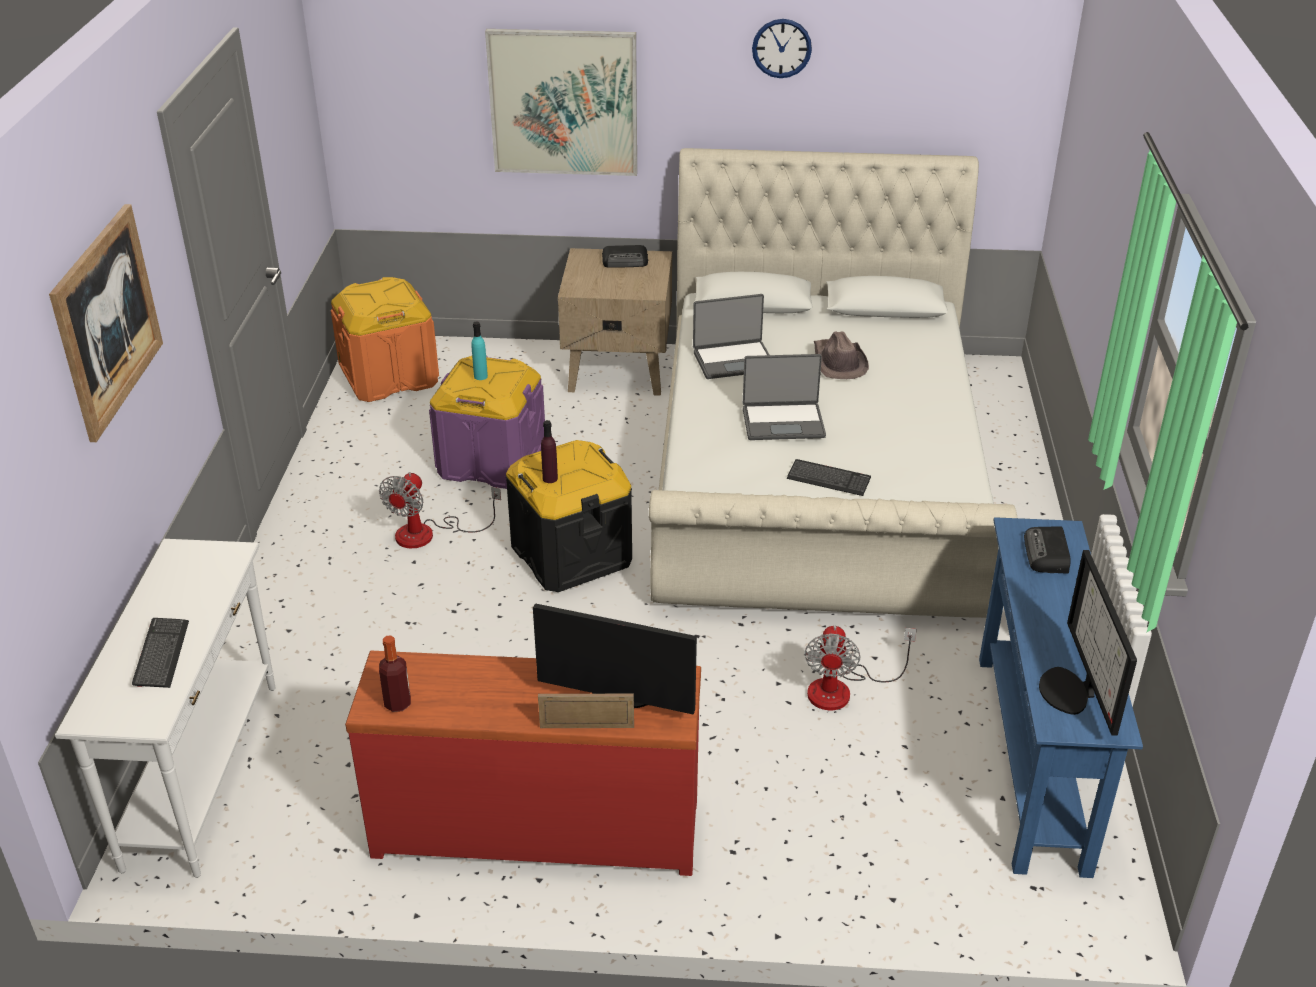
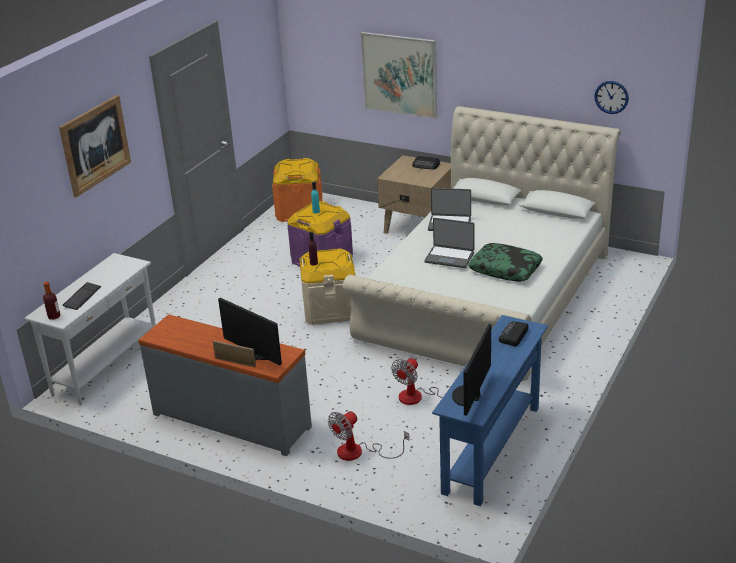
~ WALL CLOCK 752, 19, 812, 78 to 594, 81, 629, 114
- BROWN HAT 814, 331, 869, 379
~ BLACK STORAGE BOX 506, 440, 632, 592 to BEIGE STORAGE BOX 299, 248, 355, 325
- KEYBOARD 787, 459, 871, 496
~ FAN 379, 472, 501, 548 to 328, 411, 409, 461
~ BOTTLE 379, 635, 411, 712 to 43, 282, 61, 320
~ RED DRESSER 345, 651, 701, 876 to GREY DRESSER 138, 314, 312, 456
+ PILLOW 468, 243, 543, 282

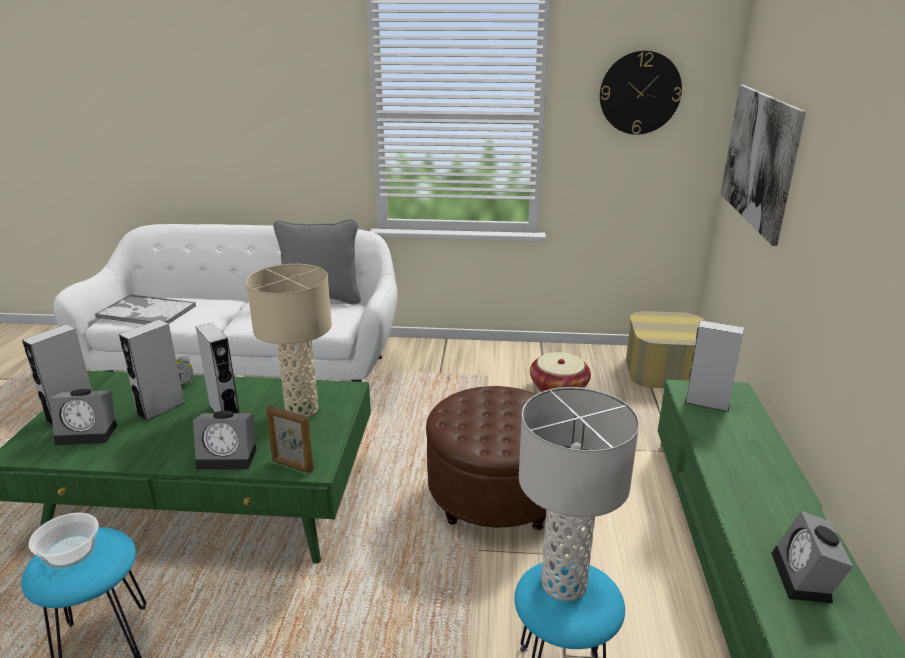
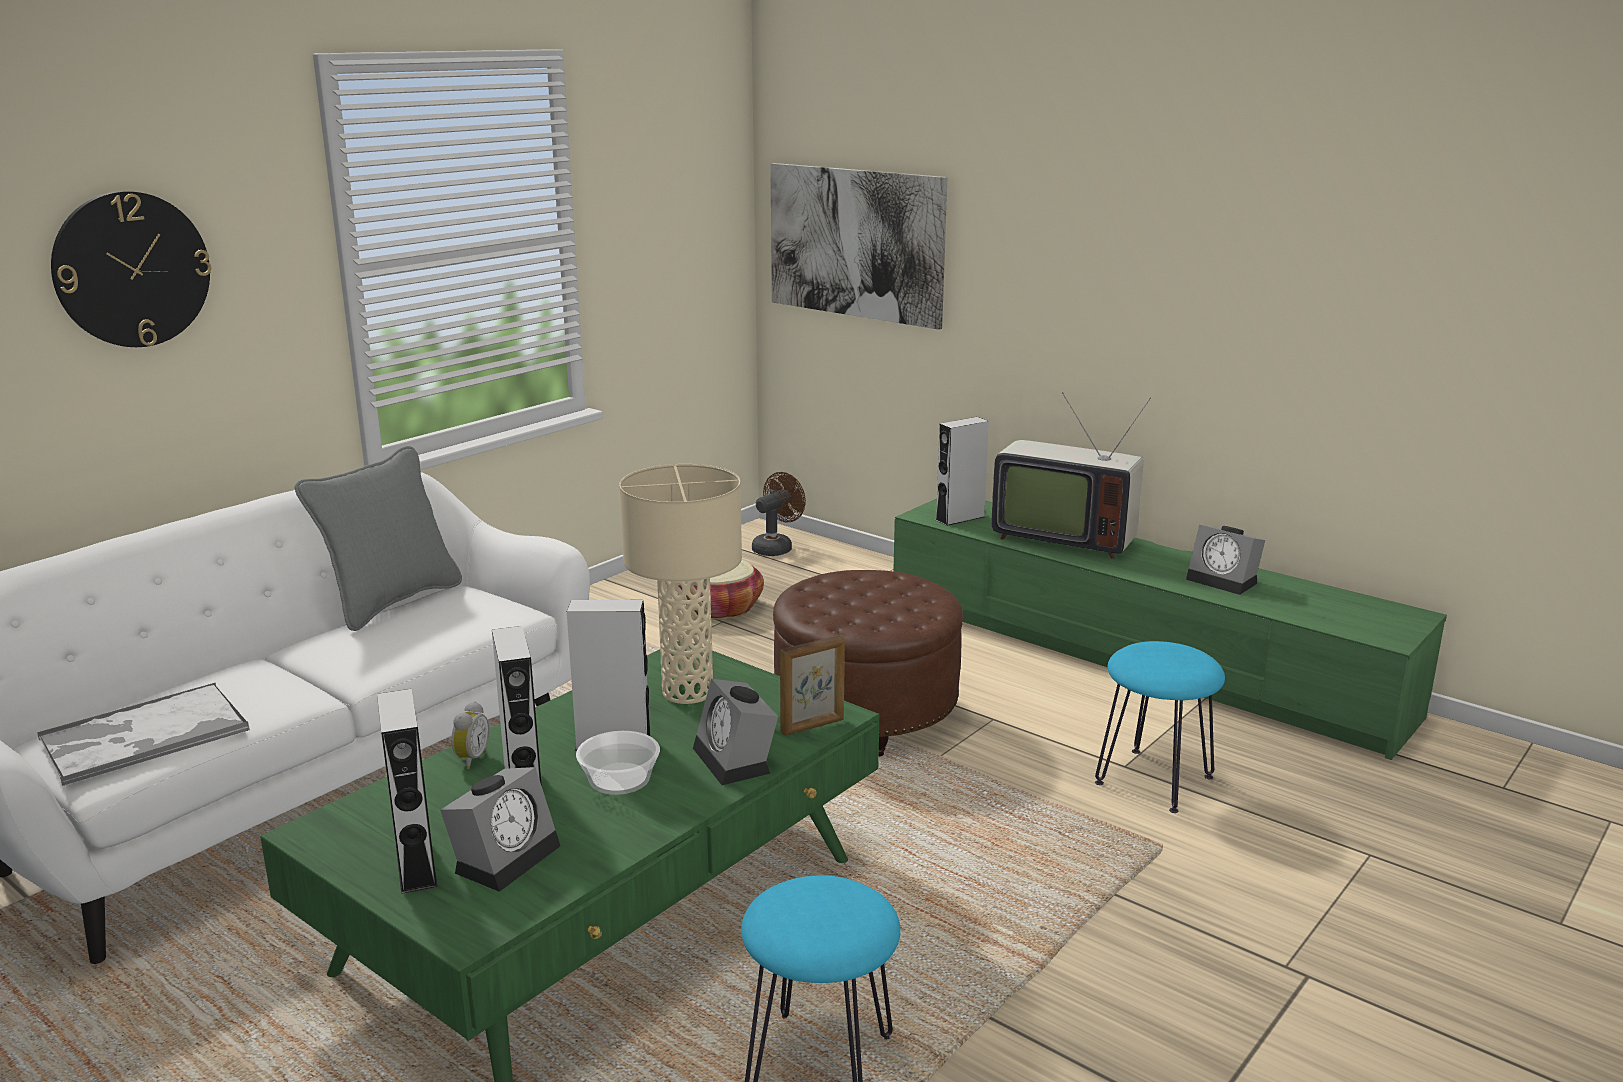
~ WALL CLOCK 600, 50, 682, 135 to 51, 191, 211, 347
~ OTTOMAN 626, 311, 705, 389 to BROWN FAN 752, 472, 806, 556
- WHITE TABLE LAMP 519, 387, 639, 601
~ ALARM CLOCK 193, 411, 257, 470 = 693, 679, 778, 785 120 degrees clockwise
~ BOWL 28, 513, 99, 569 to 576, 731, 660, 795
+ TELEVISION 992, 392, 1151, 559

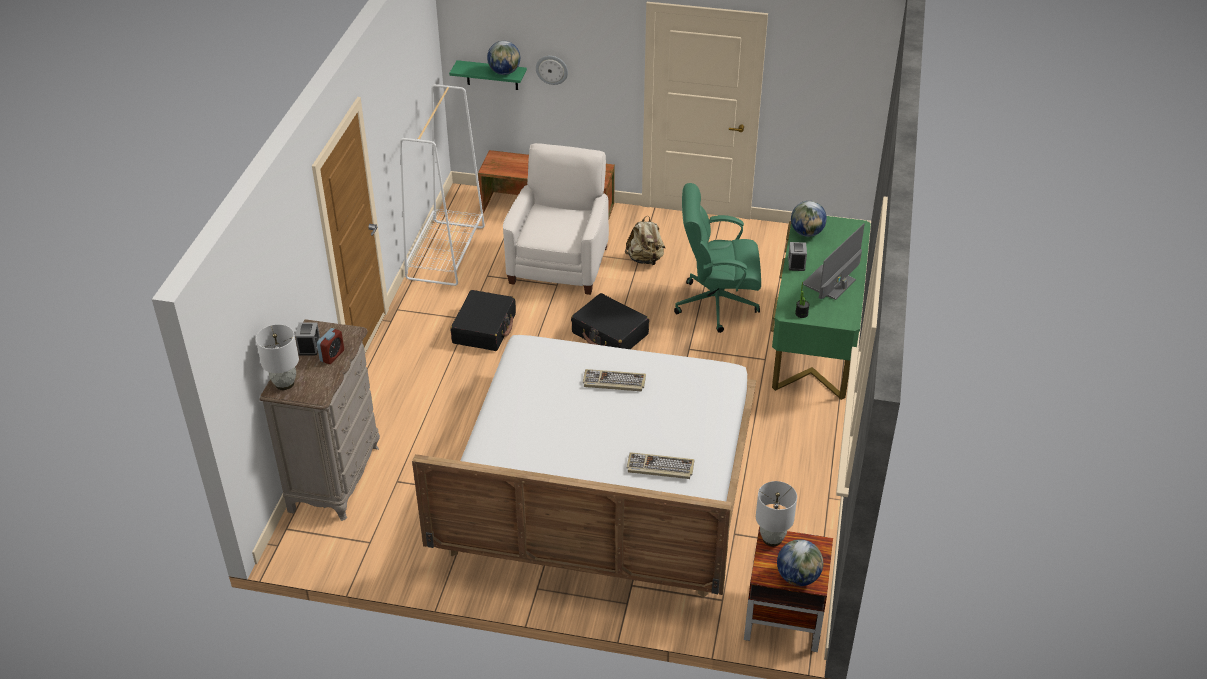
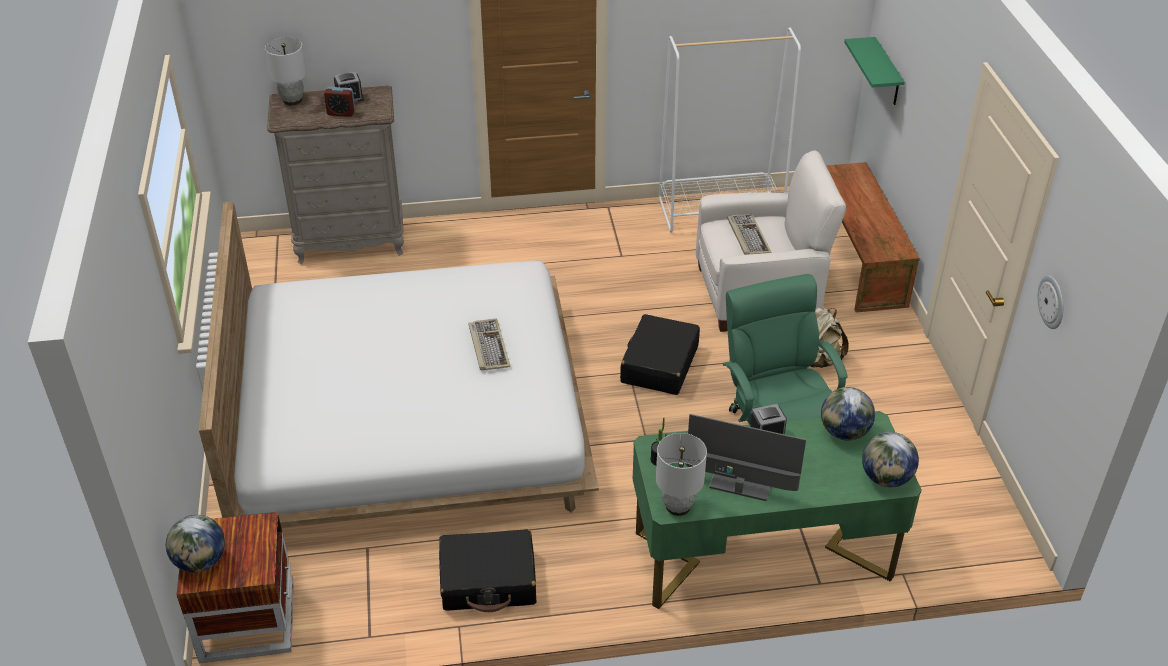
~ GLOBE 487, 41, 520, 75 to 862, 432, 919, 488
~ WALL CLOCK 536, 56, 568, 85 to 1038, 275, 1063, 329
~ BLACK SUITCASE 450, 290, 516, 351 to 439, 529, 536, 612
~ KEYBOARD 627, 452, 694, 479 to 727, 213, 772, 255
~ WHITE TABLE LAMP 756, 481, 797, 546 to 656, 433, 707, 516

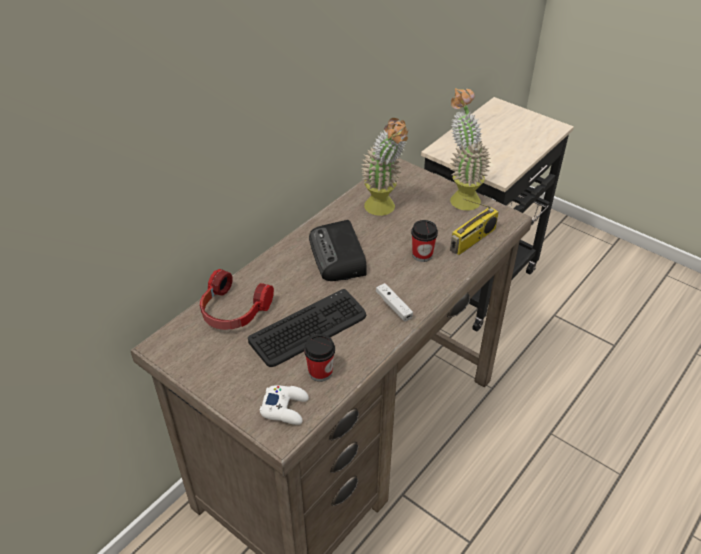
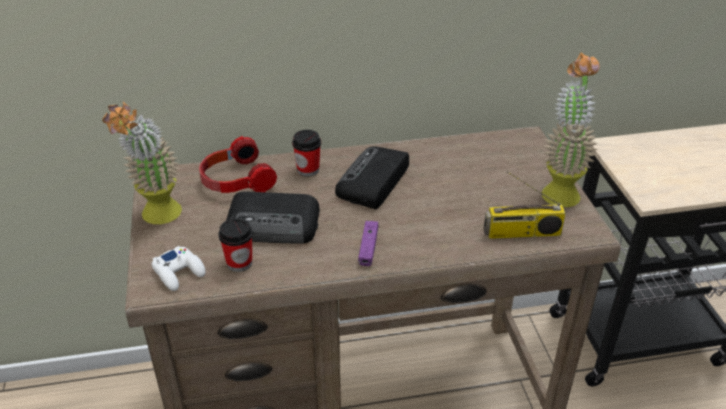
~ POTTED PLANT 361, 118, 409, 216 to 102, 102, 182, 224
~ CUP 411, 220, 438, 262 to 292, 130, 321, 176
~ WHITE GAME CONTROLLER 376, 283, 413, 322 to PURPLE GAME CONTROLLER 358, 221, 378, 266
~ KEYBOARD 248, 289, 366, 367 to RADIO 226, 191, 320, 244

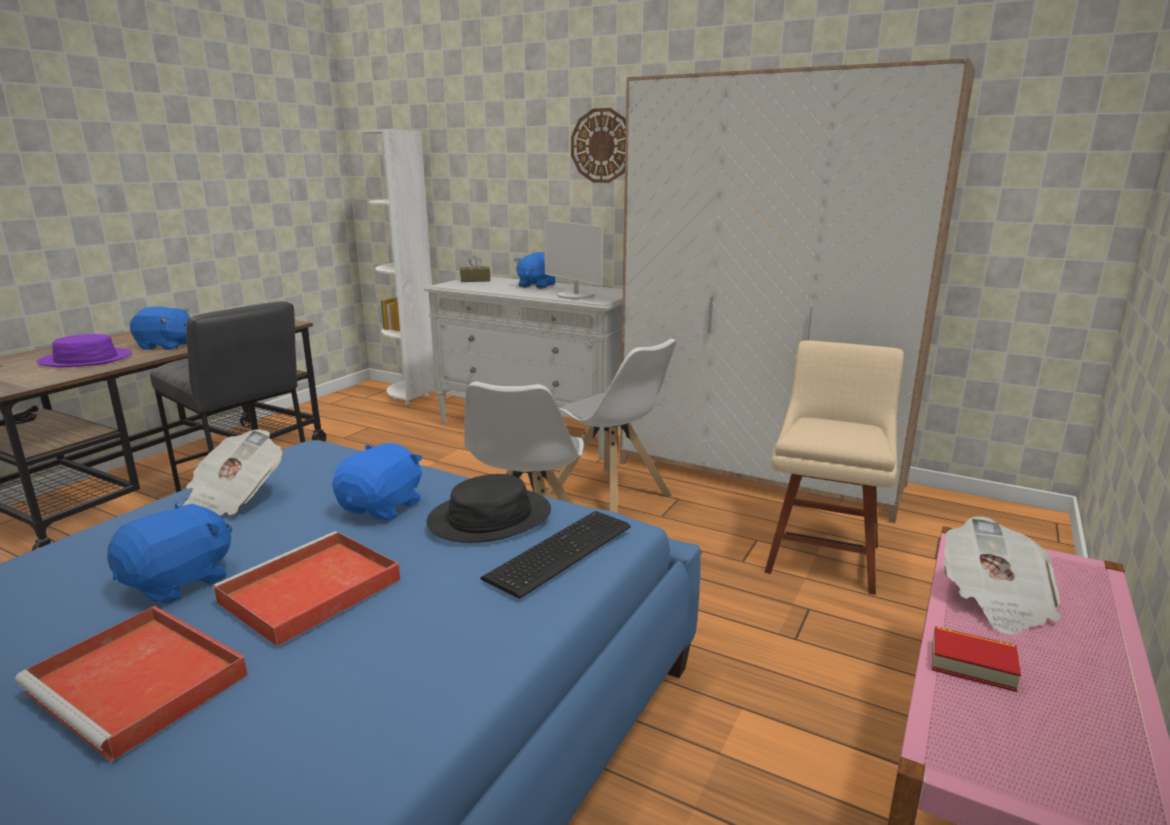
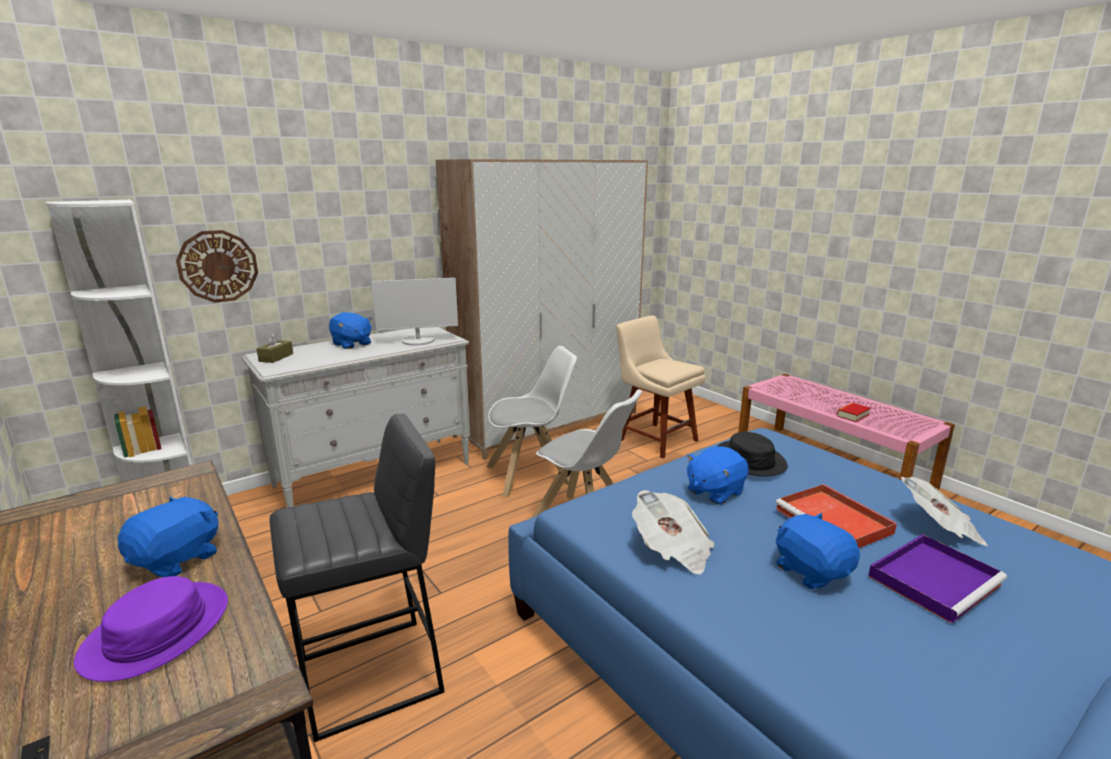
~ WALL CLOCK 571, 108, 626, 183 to 176, 230, 258, 303
~ BLUE PLUSH TOY 332, 443, 423, 521 = 686, 446, 749, 505 90 degrees counterclockwise
- KEYBOARD 480, 511, 631, 599
~ NEWSPAPER 943, 516, 1061, 635 to 901, 477, 988, 546
~ RED TRAY 15, 606, 248, 762 to PURPLE TRAY 868, 534, 1007, 623

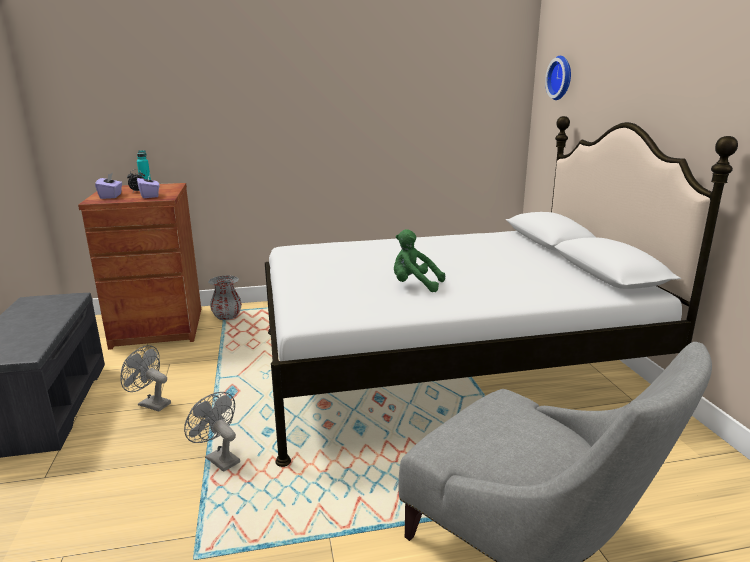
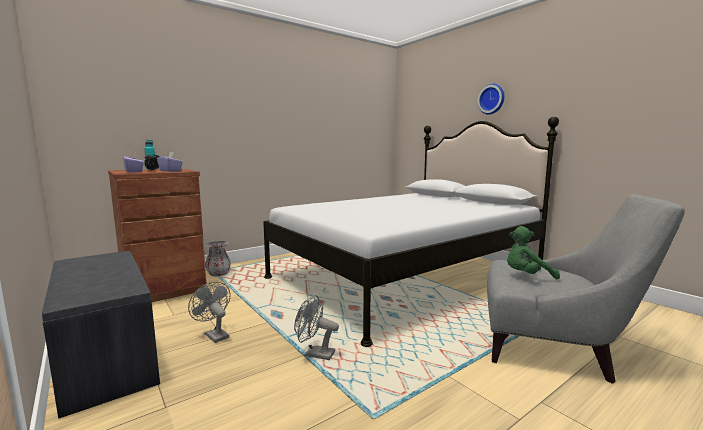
~ WALL CLOCK 545, 56, 571, 100 to 477, 84, 505, 115
~ GREEN PLUSH TOY 394, 229, 445, 292 to 507, 226, 560, 280
~ GREY FAN 120, 345, 171, 412 = 188, 282, 230, 343 45 degrees clockwise

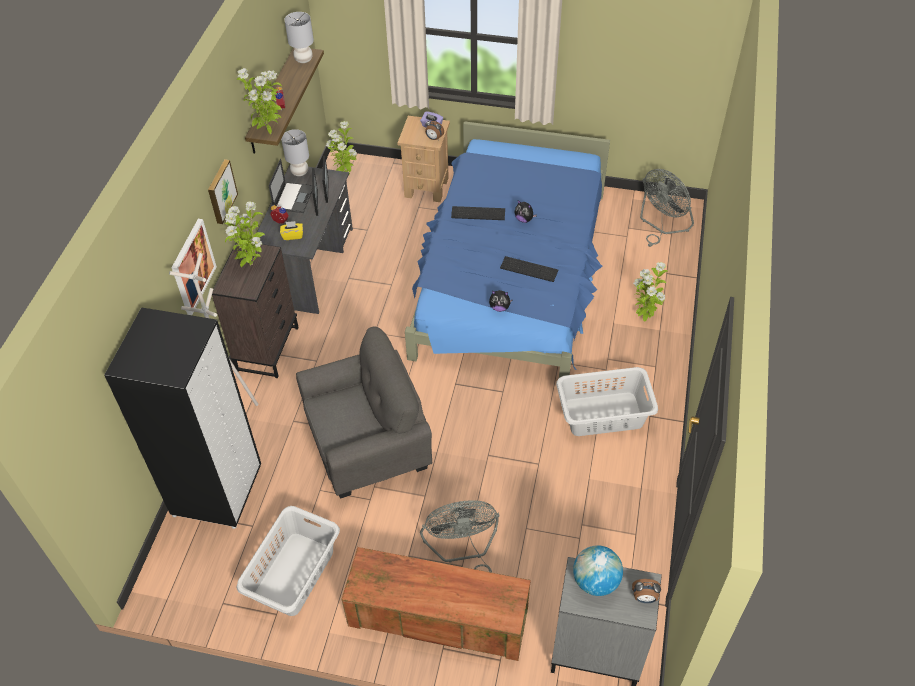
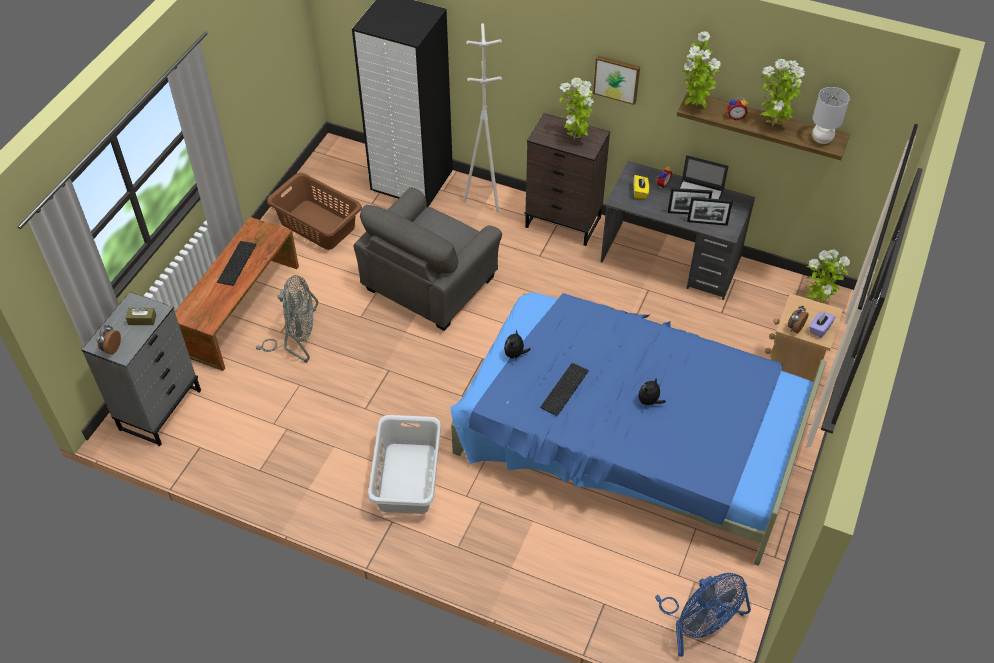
- GREY TABLE LAMP 281, 129, 309, 176
~ GREY FAN 640, 169, 694, 247 to BLUE FAN 655, 573, 751, 657
~ KEYBOARD 451, 206, 505, 220 to 217, 241, 256, 286
- PICTURE 172, 219, 217, 315
~ POTTED PLANT 633, 262, 667, 322 to 760, 59, 805, 127
~ GREY ARMCHAIR 296, 327, 432, 499 = 354, 187, 502, 331 45 degrees clockwise
~ GREY LAUNDRY BASKET 237, 506, 340, 616 to BROWN LAUNDRY BASKET 267, 173, 362, 250
~ GLOBE 573, 545, 623, 596 to BROWN TISSUE BOX 126, 307, 156, 325

